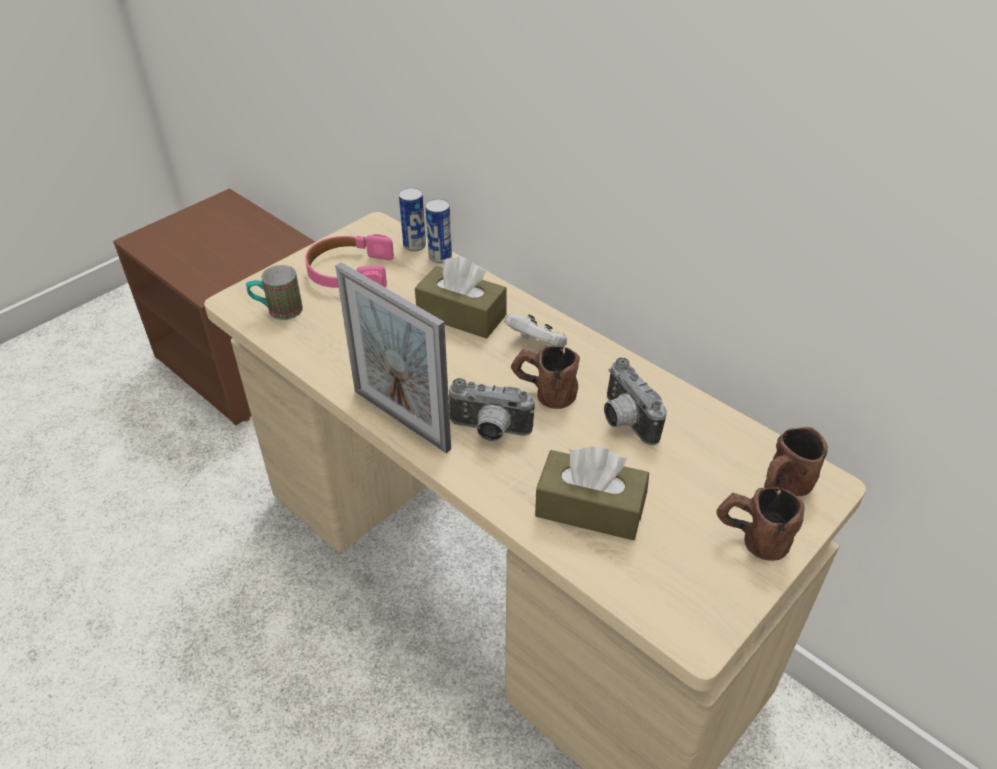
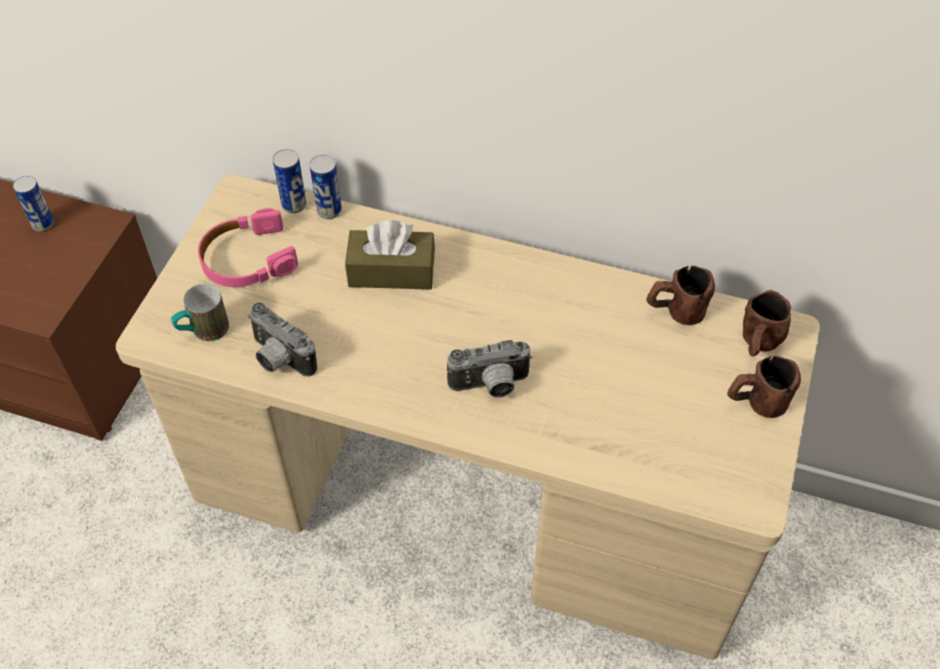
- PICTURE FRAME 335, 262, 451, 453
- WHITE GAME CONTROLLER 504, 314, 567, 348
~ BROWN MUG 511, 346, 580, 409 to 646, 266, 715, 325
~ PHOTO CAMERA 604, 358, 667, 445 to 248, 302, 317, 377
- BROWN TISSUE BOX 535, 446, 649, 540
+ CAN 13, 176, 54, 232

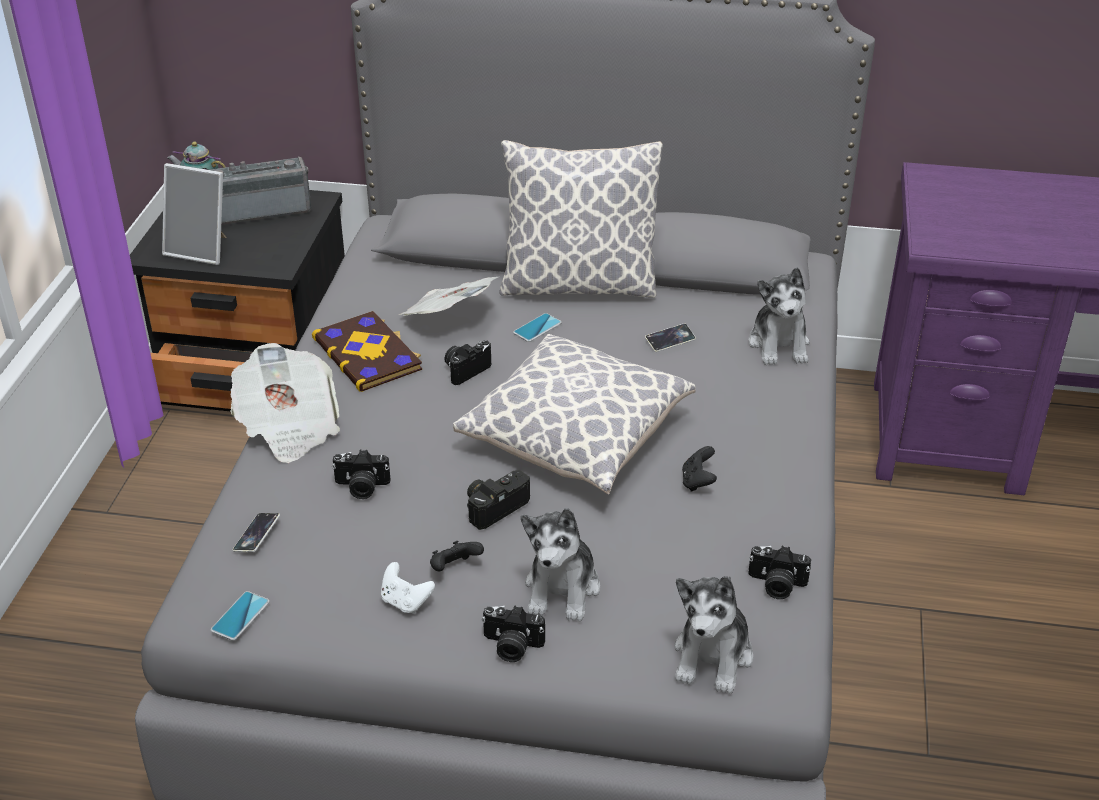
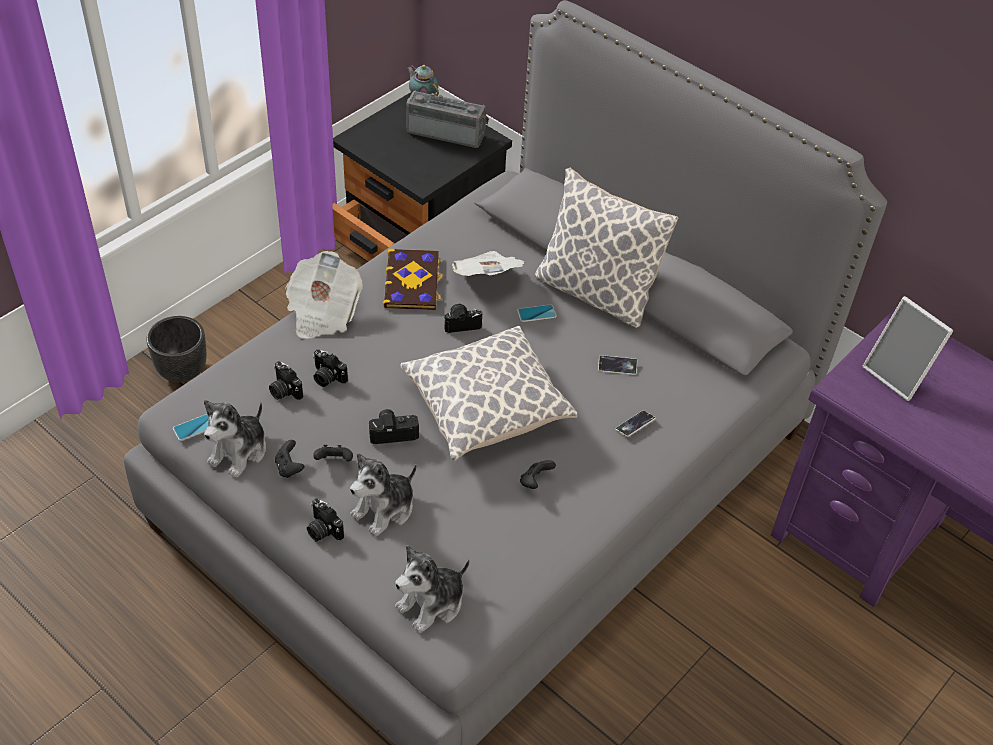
~ PICTURE FRAME 162, 163, 227, 265 to 862, 296, 953, 401
~ PLUSH TOY 748, 267, 810, 365 to 204, 400, 266, 478
~ PHONE 233, 513, 280, 552 to 615, 411, 656, 437
~ PHOTO CAMERA 749, 546, 811, 599 to 269, 361, 303, 400
~ WHITE GAME CONTROLLER 381, 562, 435, 614 to BLACK GAME CONTROLLER 275, 440, 304, 478
+ BLACK PLANTER 146, 316, 207, 382

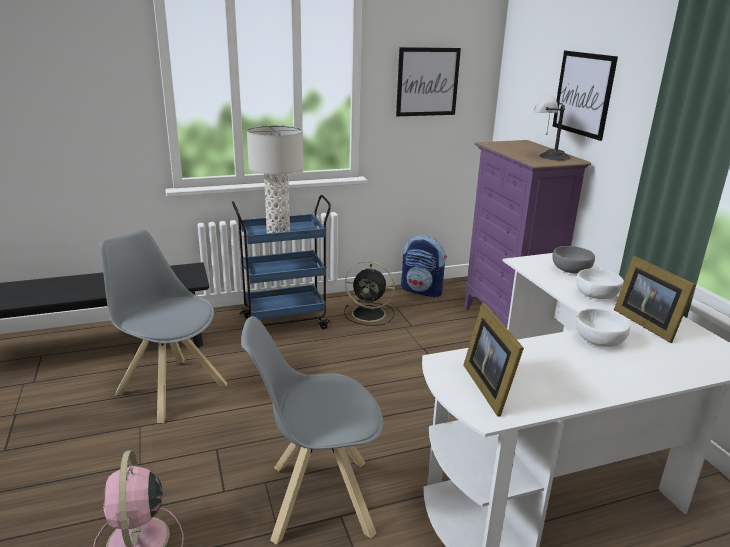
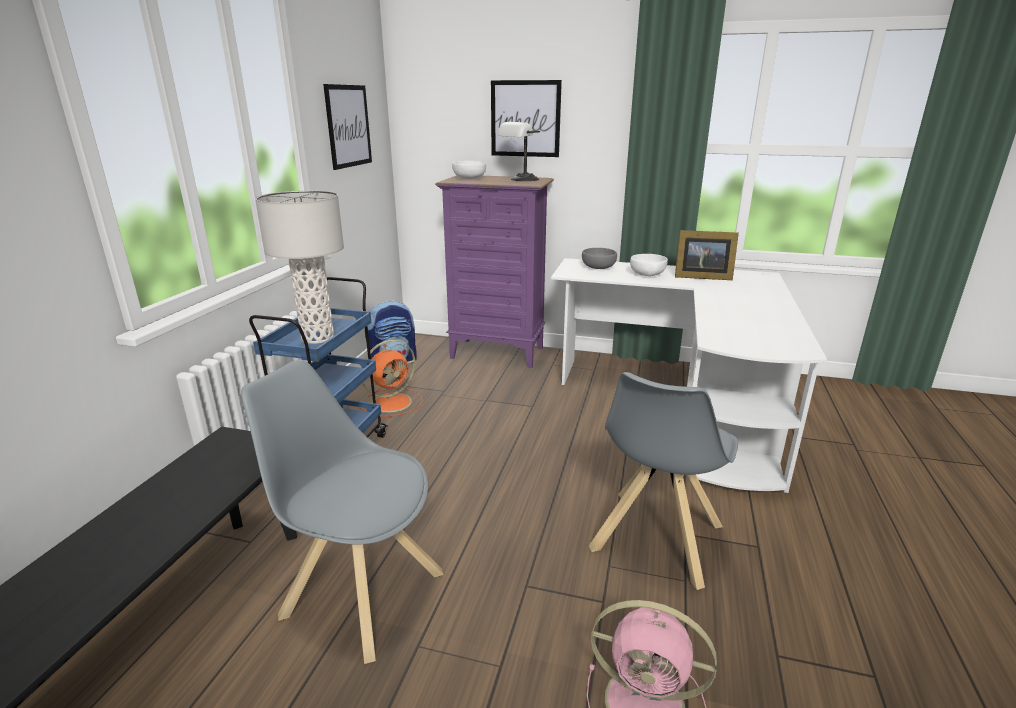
~ GREY CHAIR 100, 230, 227, 423 = 241, 360, 444, 664 45 degrees clockwise
~ BLACK FAN 344, 261, 395, 326 to ORANGE FAN 359, 340, 422, 417
- PICTURE FRAME 463, 303, 524, 417
~ WHITE BOWL 575, 308, 630, 347 to 452, 161, 486, 179

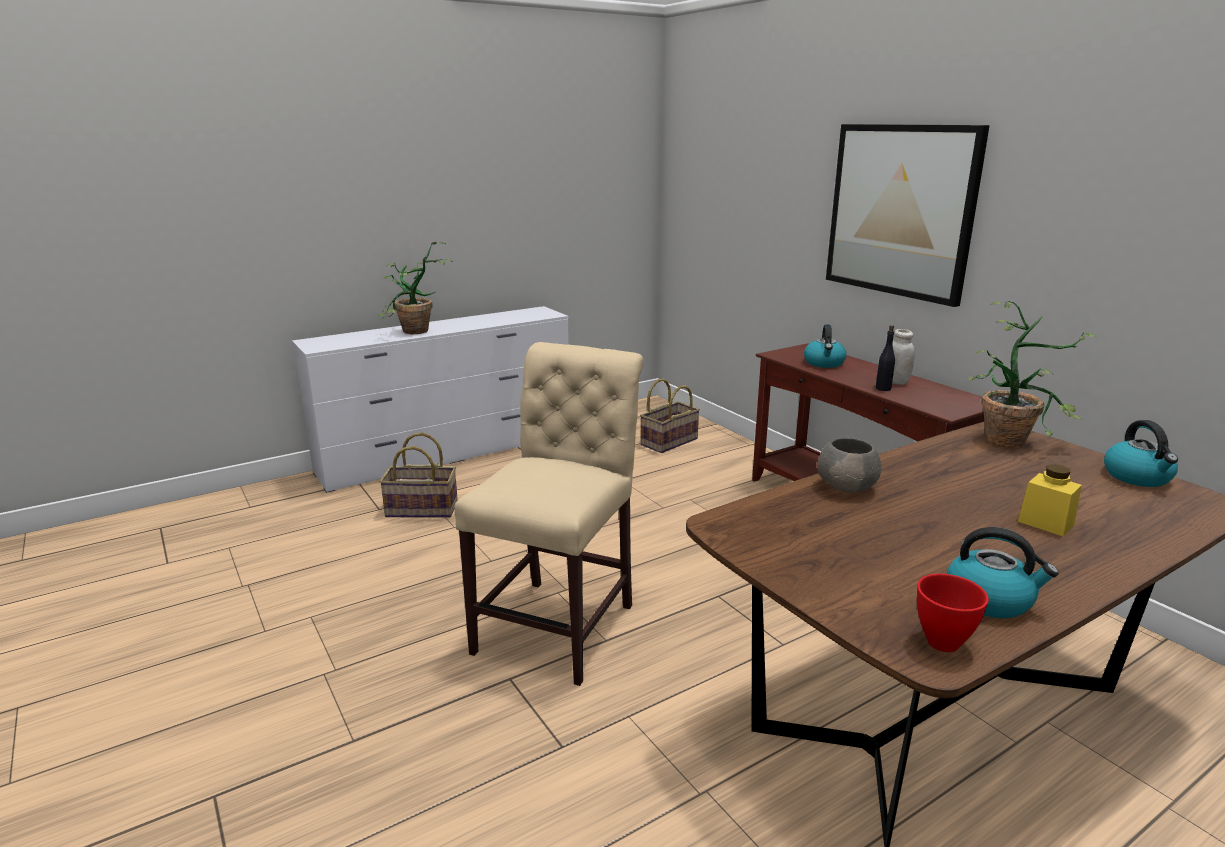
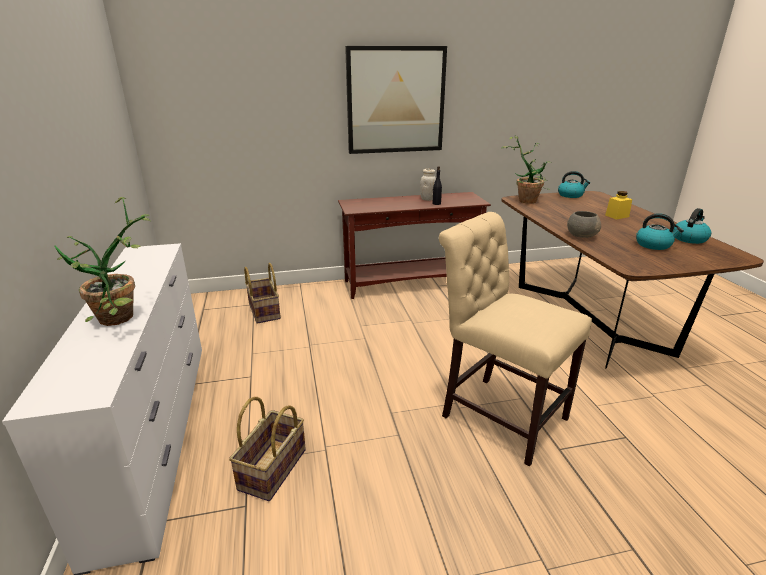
~ KETTLE 804, 324, 846, 368 to 636, 213, 684, 250
- RED BOWL 917, 574, 989, 652

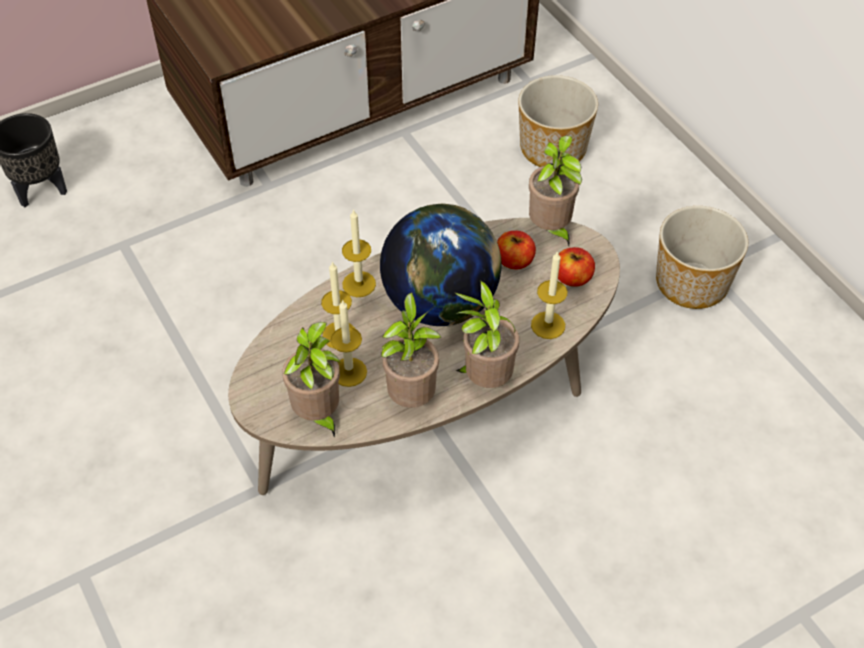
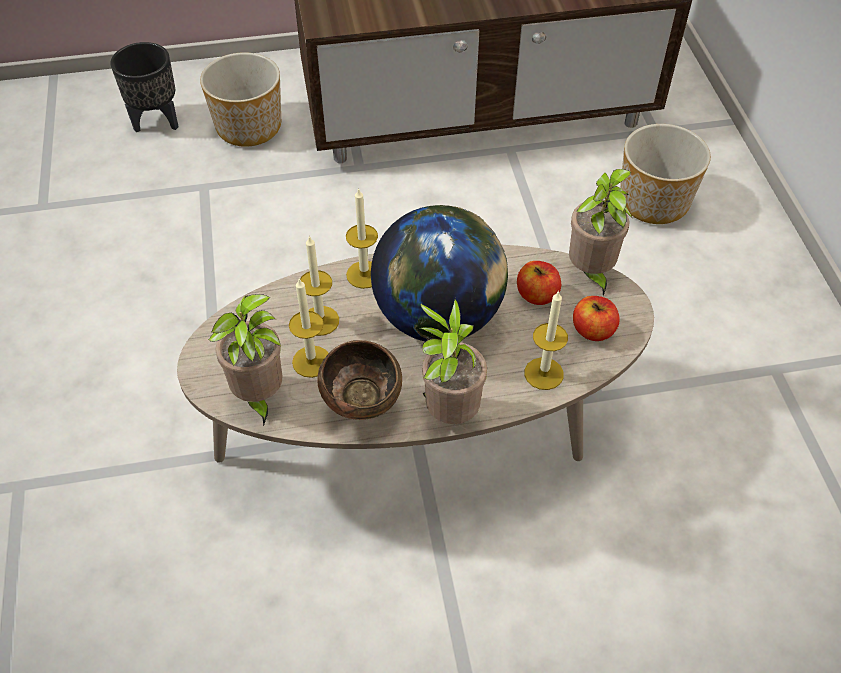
~ PLANTER 656, 206, 748, 309 to 200, 52, 281, 147
~ POTTED PLANT 381, 293, 442, 408 to BROWN BOWL 317, 340, 402, 420

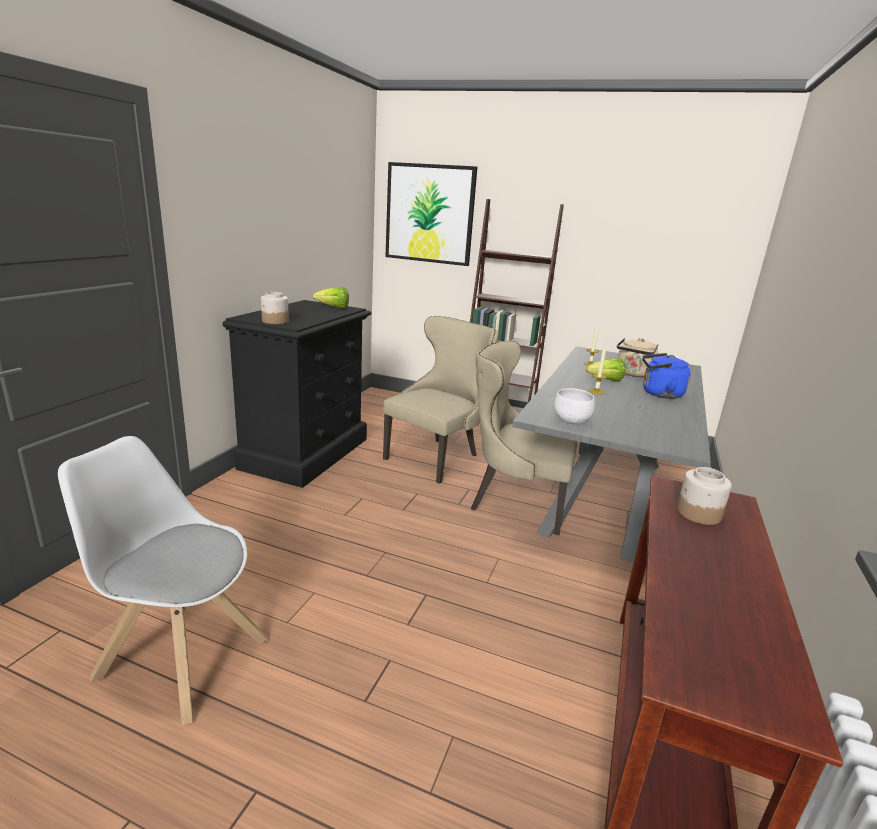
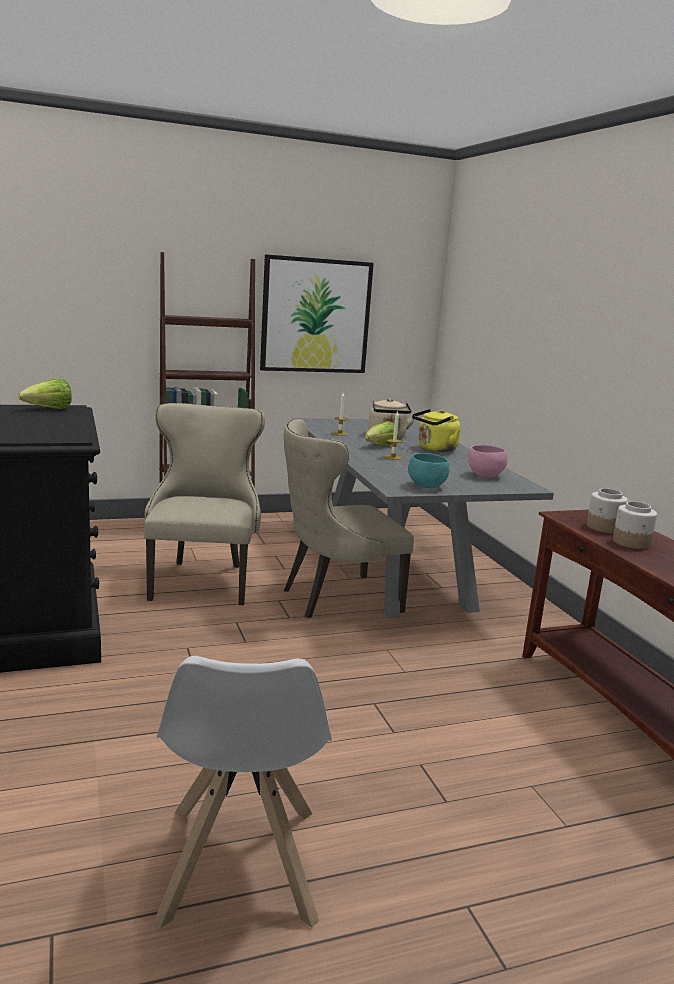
~ PICTURE 385, 162, 477, 266 to 260, 254, 374, 373
~ JAR 261, 292, 289, 324 to 613, 501, 657, 549
~ BLUE KETTLE 642, 353, 691, 399 to YELLOW KETTLE 412, 409, 460, 452
~ WHITE BOWL 553, 388, 595, 425 to TURQUOISE BOWL 408, 453, 450, 488
~ CHAIR 58, 436, 268, 725 = 154, 656, 332, 929 75 degrees counterclockwise
+ PINK BOWL 468, 445, 508, 478

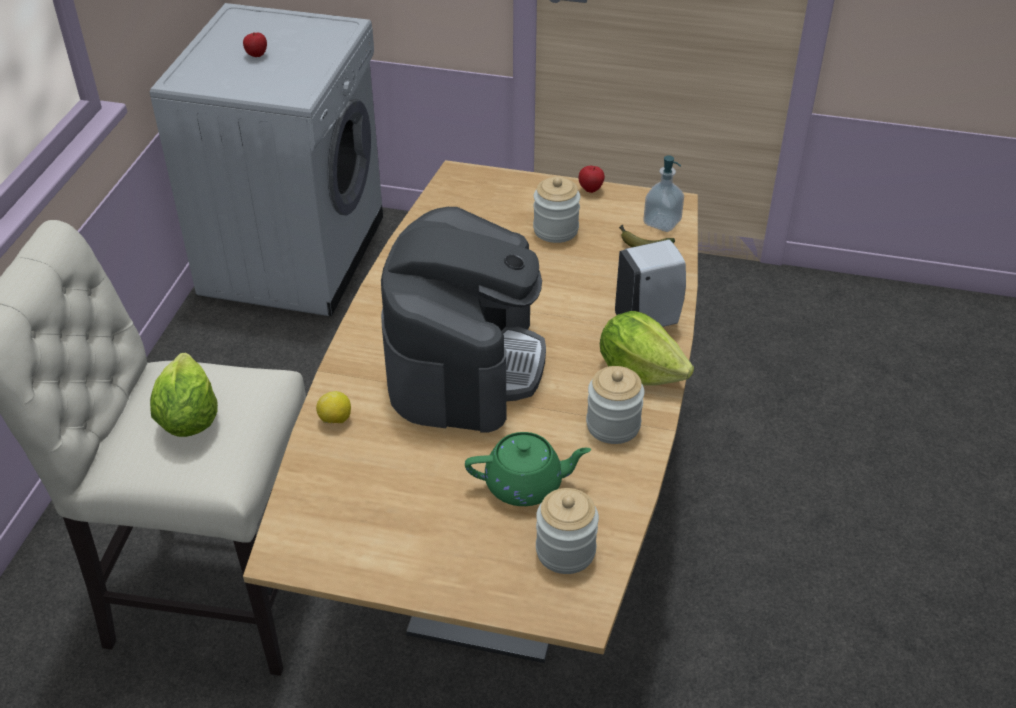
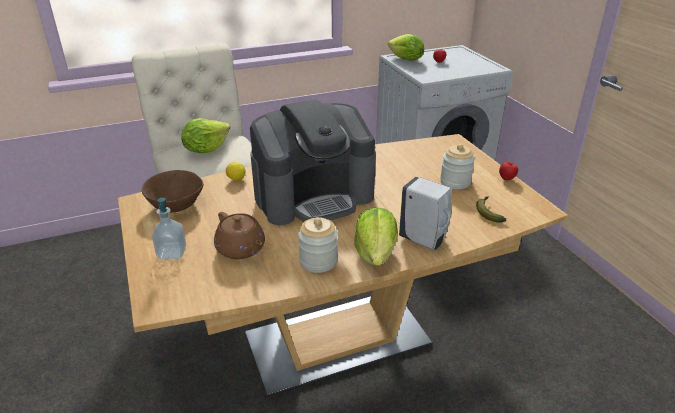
~ SOAP DISPENSER 643, 155, 684, 232 to 152, 198, 186, 259
~ GREEN TEAPOT 465, 432, 591, 506 to BROWN TEAPOT 214, 212, 265, 259
- JAR 536, 488, 599, 574
+ LETTUCE 388, 34, 424, 61
+ BROWN BOWL 142, 170, 203, 212

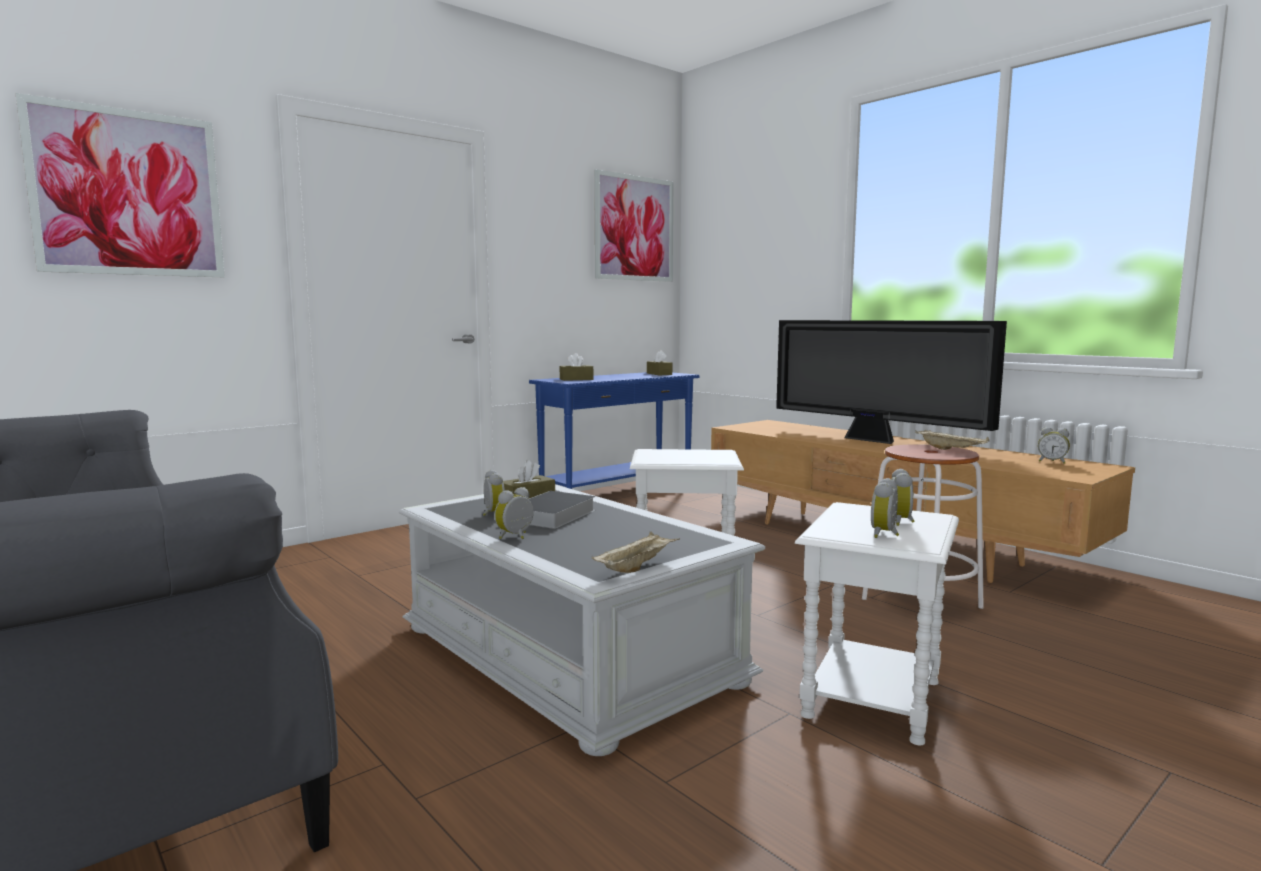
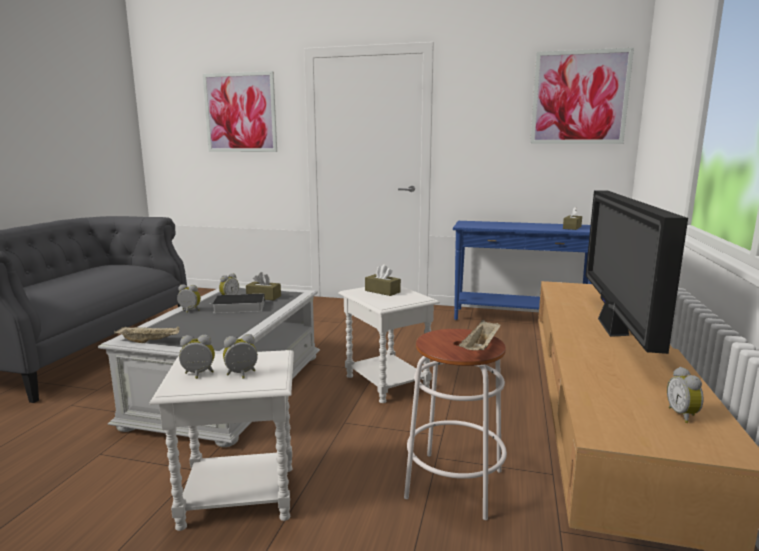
~ BROWN TISSUE BOX 560, 353, 593, 381 to 365, 264, 401, 296

